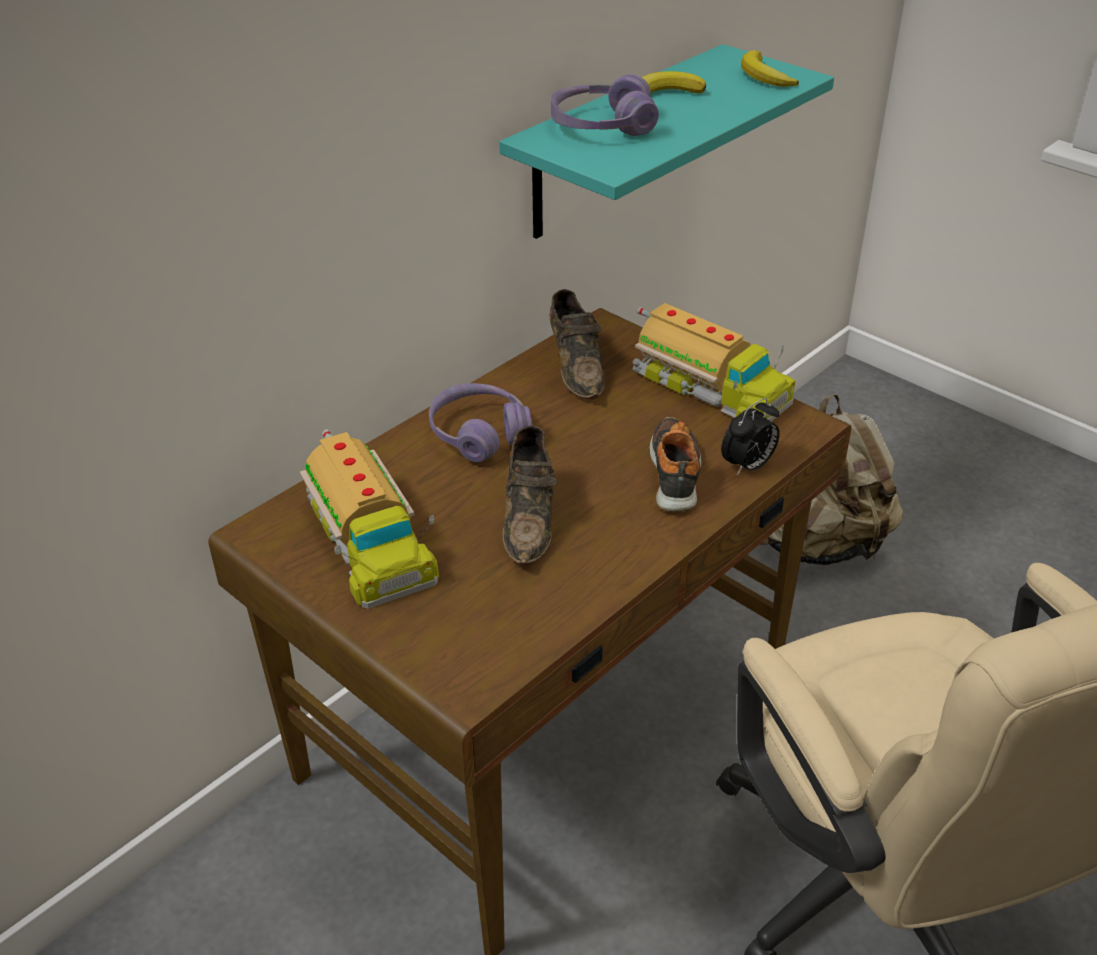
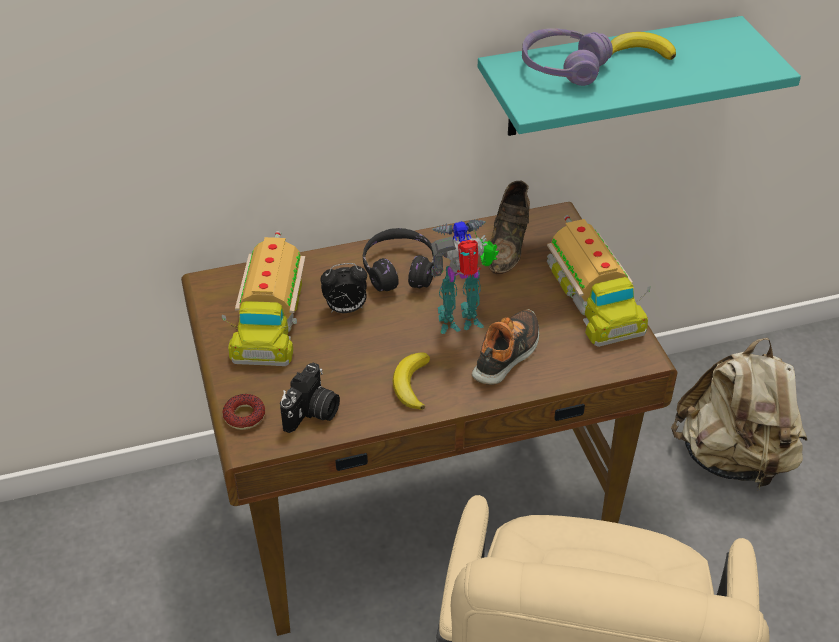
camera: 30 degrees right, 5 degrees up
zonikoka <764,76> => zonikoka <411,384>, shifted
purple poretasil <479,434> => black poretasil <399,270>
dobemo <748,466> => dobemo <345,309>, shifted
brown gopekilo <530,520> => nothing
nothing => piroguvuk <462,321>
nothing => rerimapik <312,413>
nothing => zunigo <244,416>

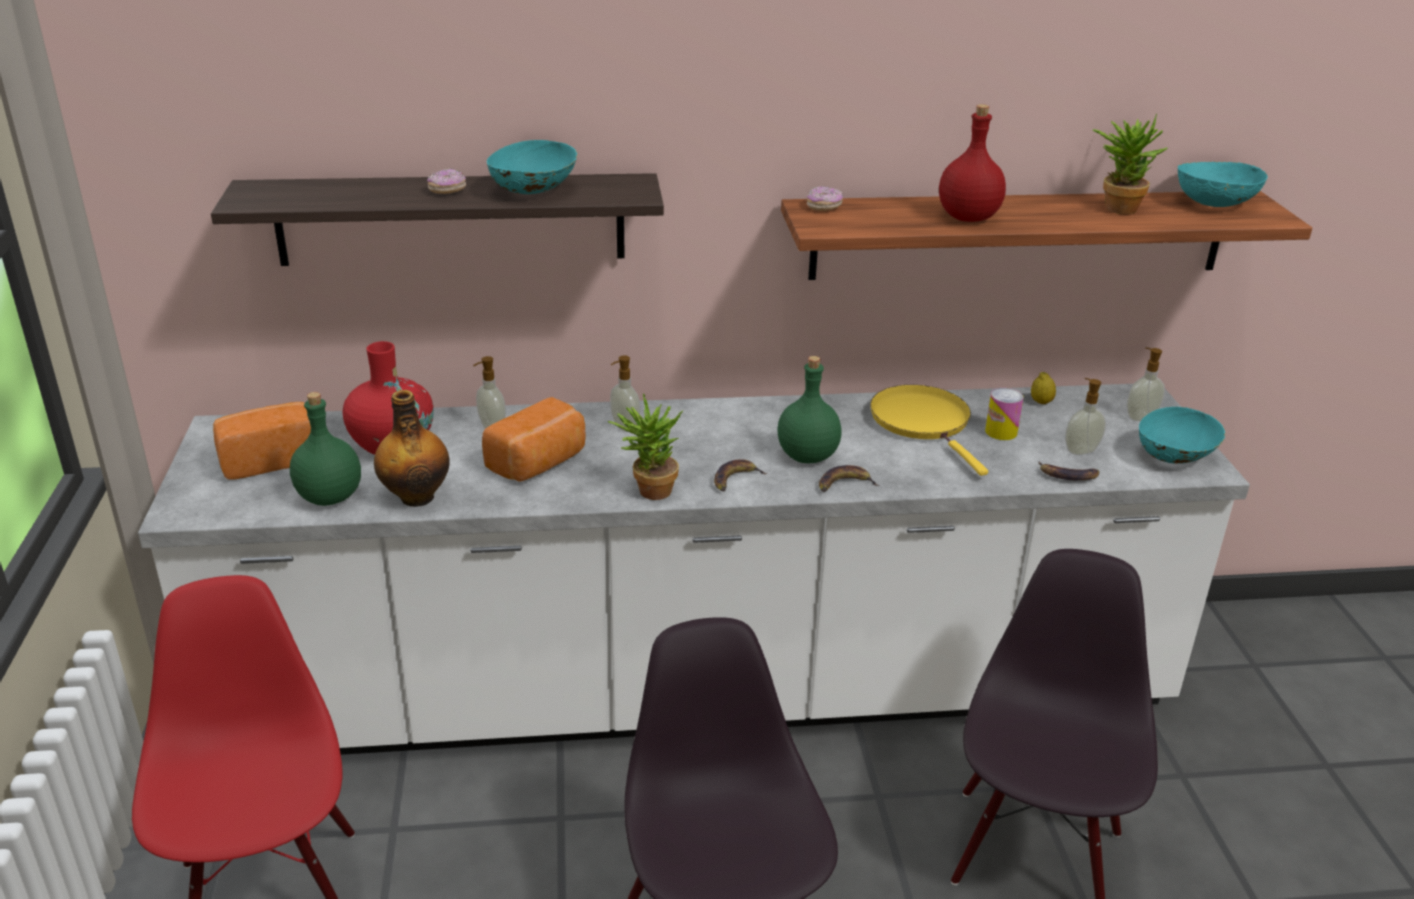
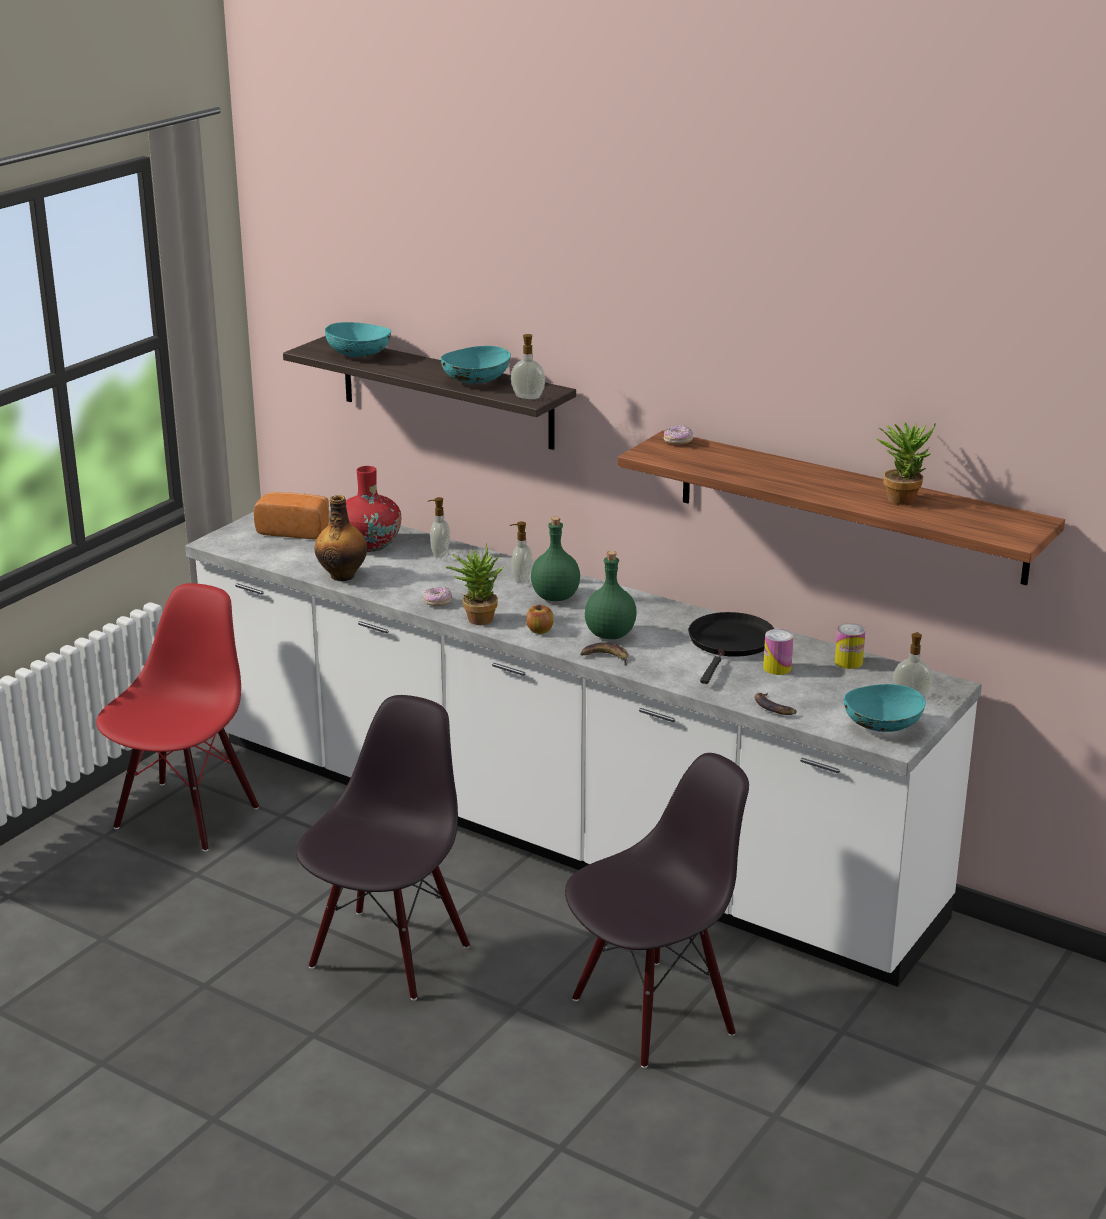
camera: 40 degrees right, 5 degrees down
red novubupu <968,217> => nothing
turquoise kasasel <1214,203> => turquoise kasasel <359,355>, shifted
zunigo <447,191> => zunigo <437,603>, shifted
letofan <1041,402> => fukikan <848,662>
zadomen <1080,450> => zadomen <528,397>, shifted
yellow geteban <923,422> => black geteban <730,644>
green novubupu <330,498> => green novubupu <555,597>, shifted
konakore <540,463> => nothing
zonikoka <735,479> => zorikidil <540,630>

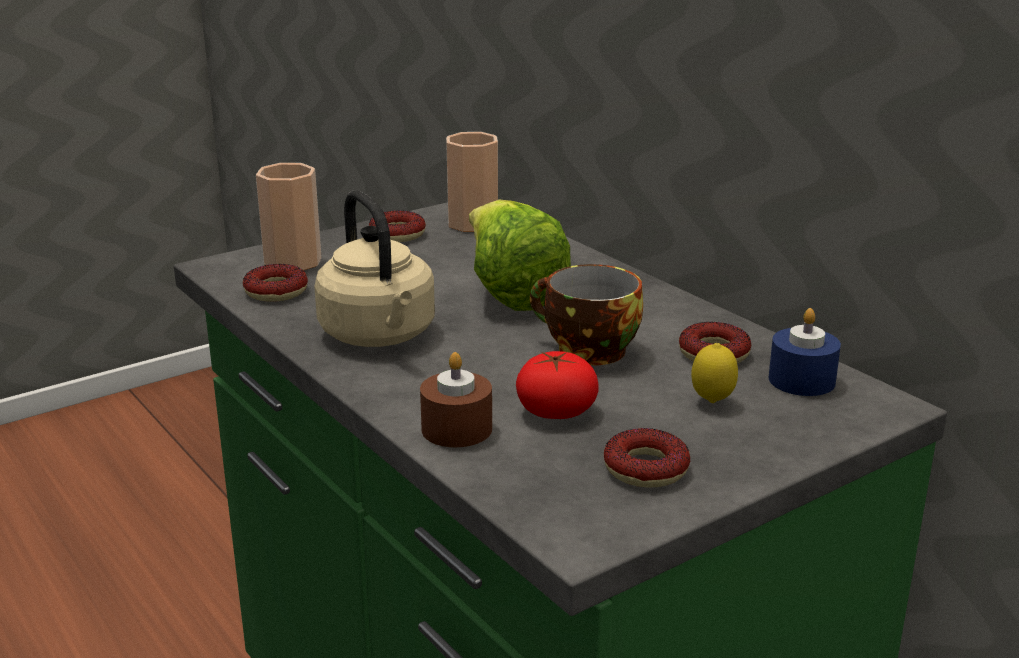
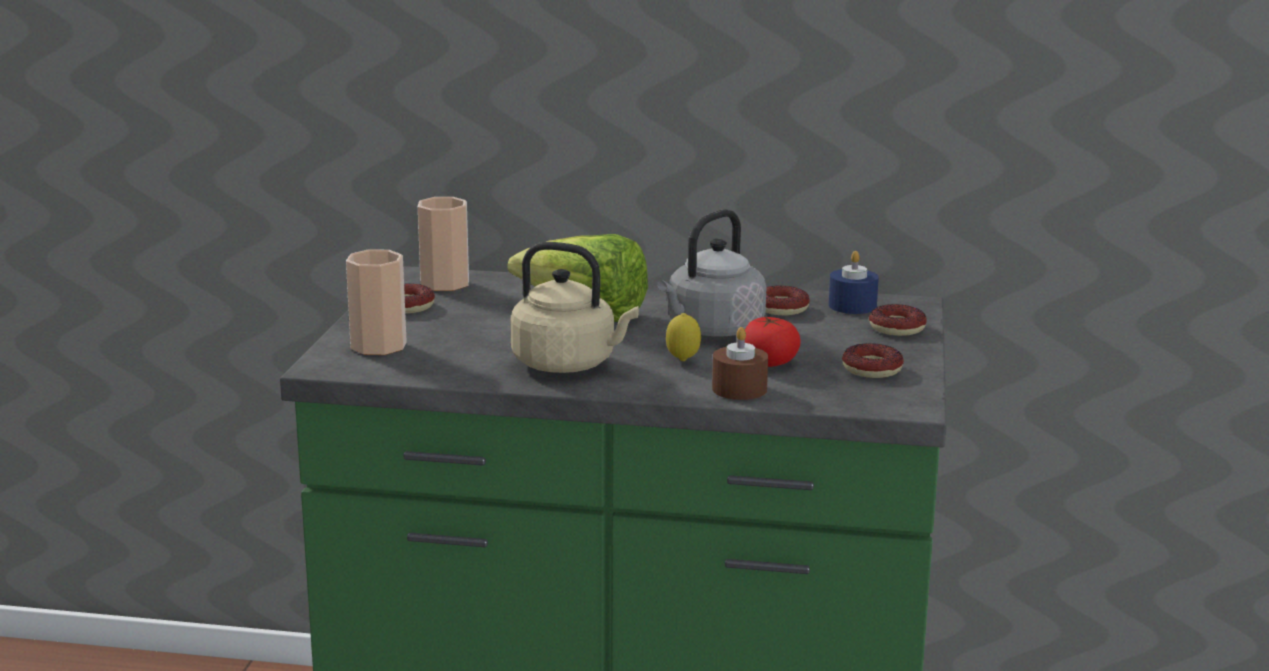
camera: 45 degrees left, 5 degrees down
zunigo <276,291> => zunigo <897,328>, shifted
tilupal <585,351> => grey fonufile <711,330>
letofan <712,402> => letofan <683,361>, shifted

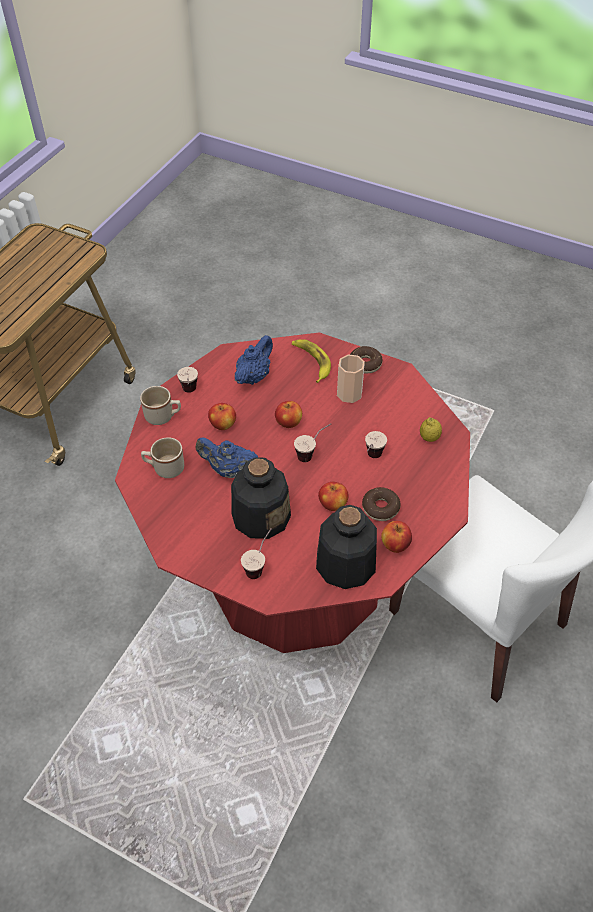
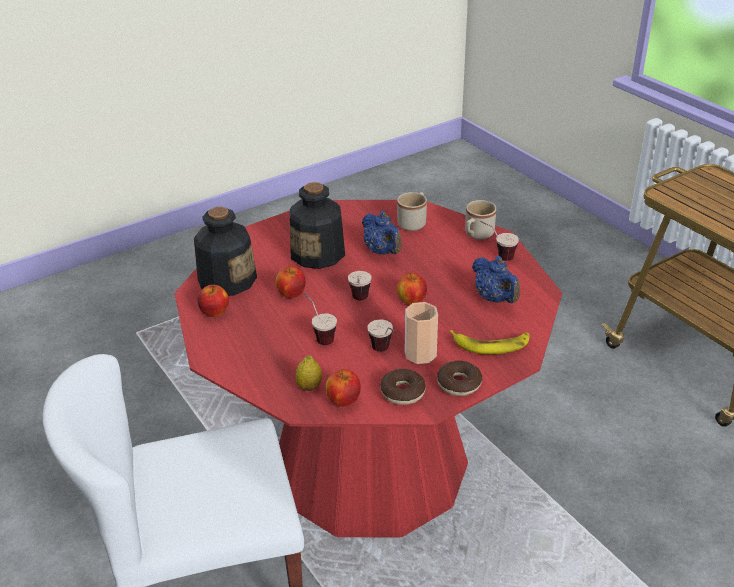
camera: 120 degrees right, 15 degrees down
zorikidil <223,425> => zorikidil <343,400>, shifted
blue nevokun <228,470> => blue nevokun <383,251>, 105 degrees clockwise
zunigo <380,508> => zunigo <402,392>, shifted
tilupal <259,565> => tilupal <385,352>, shifted

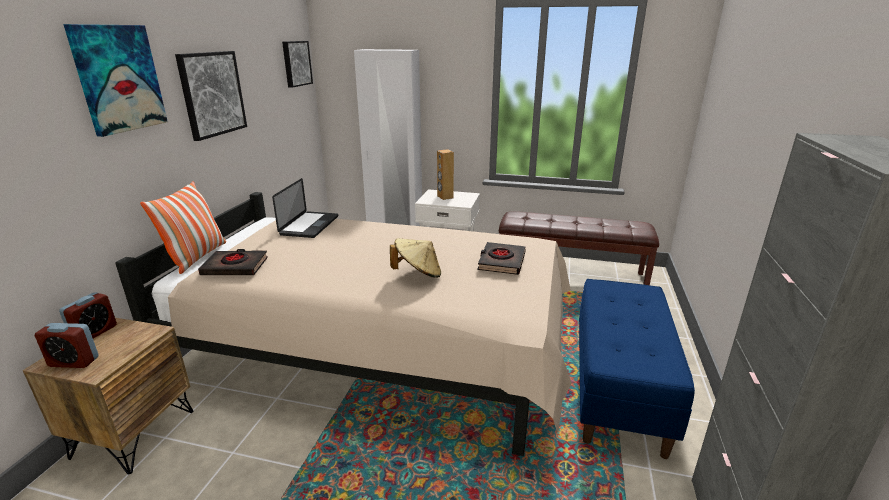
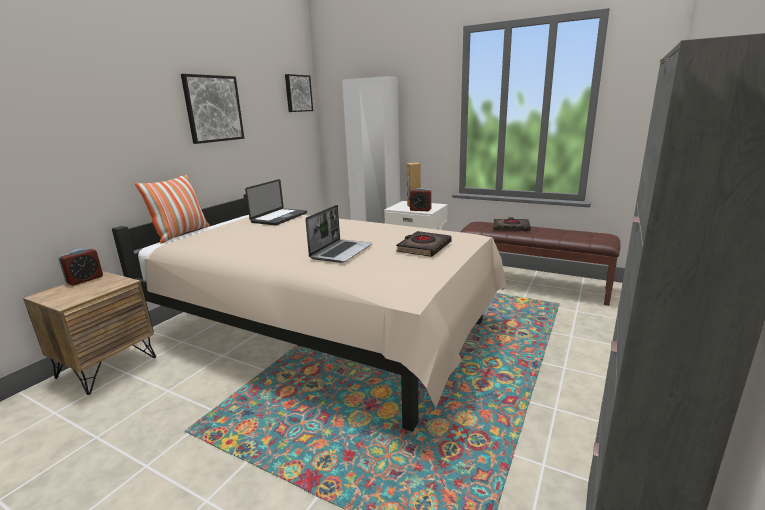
camera: 15 degrees right, 5 degrees down
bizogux <118,78> => nothing
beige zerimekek <418,274> => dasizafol <341,252>
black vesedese <235,267> => black vesedese <511,228>, shifted
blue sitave <617,388> => nothing
dobemo <74,362> => dobemo <420,210>, shifted

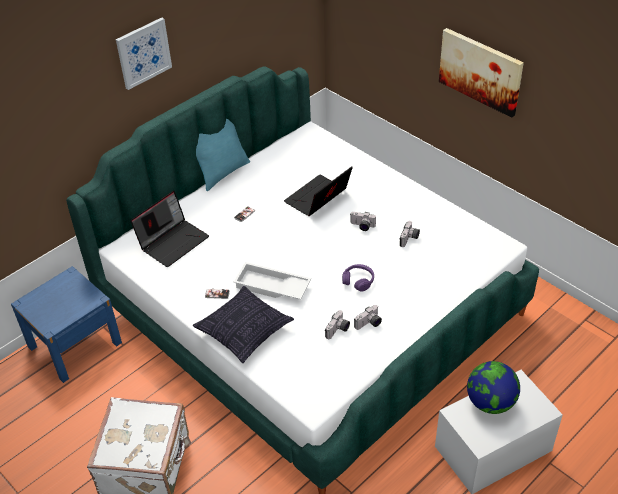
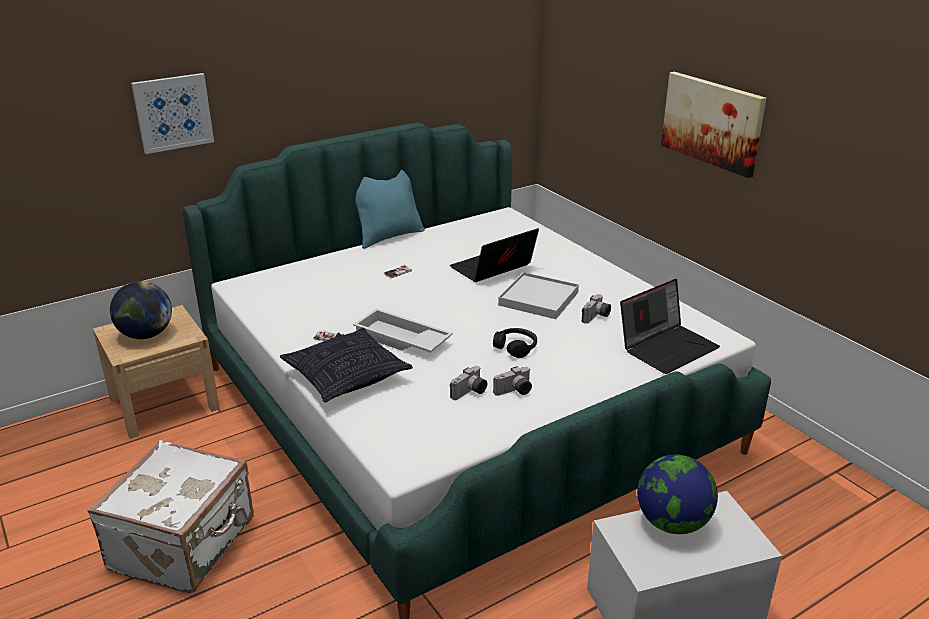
camera: 10 degrees right, 15 degrees down
bizogux <143,53> => bizogux <173,112>, shifted
dasizafol <173,241> => dasizafol <667,347>, shifted
rerimapik <362,226> => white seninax <539,299>
purple poretasil <358,281> => black poretasil <515,348>
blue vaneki <75,345> => beige vaneki <164,403>
nothing => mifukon <146,335>

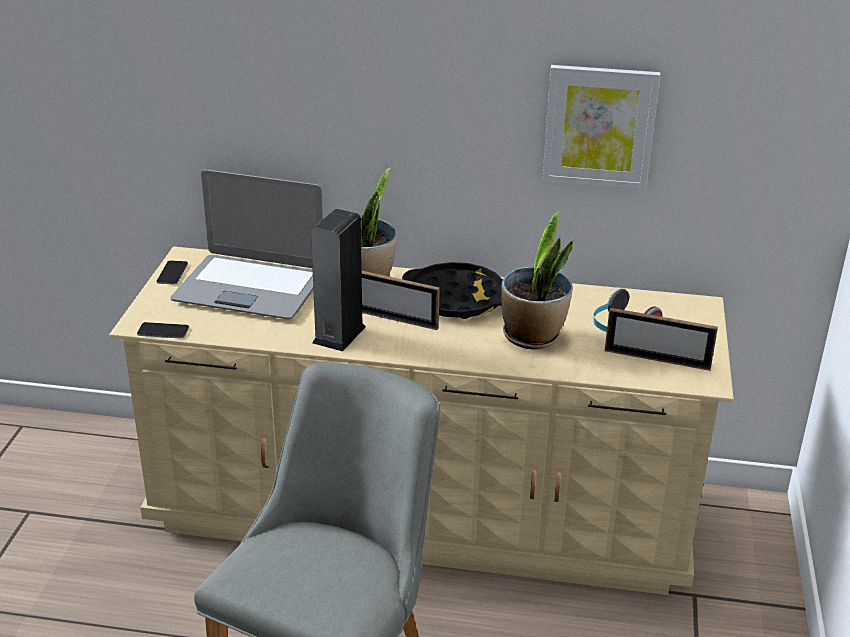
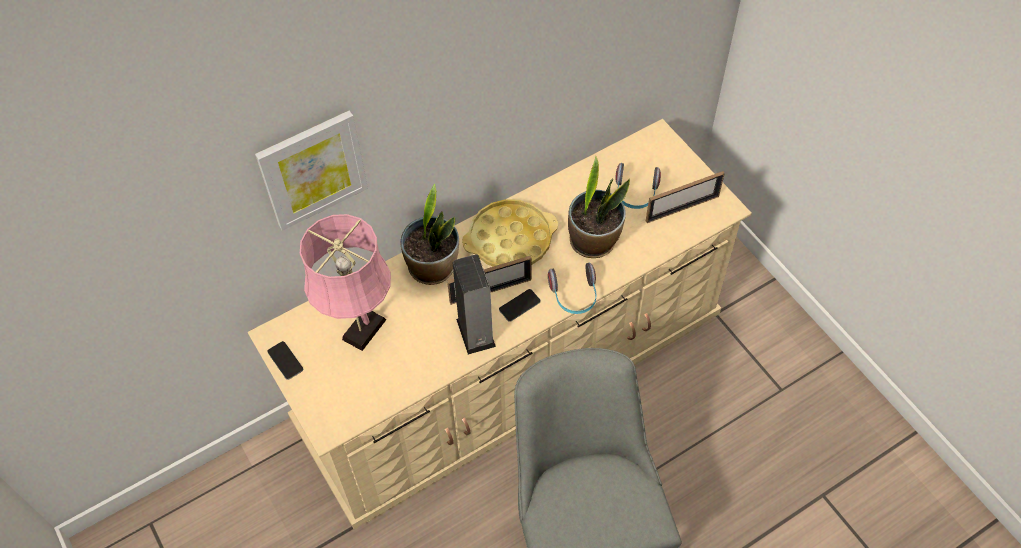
camera: 40 degrees left, 25 degrees up
bizogux <599,126> => bizogux <312,169>, shifted
dasizafol <250,288> => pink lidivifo <361,333>
black seninax <456,299> => yellow seninax <510,239>
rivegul <163,331> => rivegul <519,305>, shifted
nothing => poretasil <574,296>

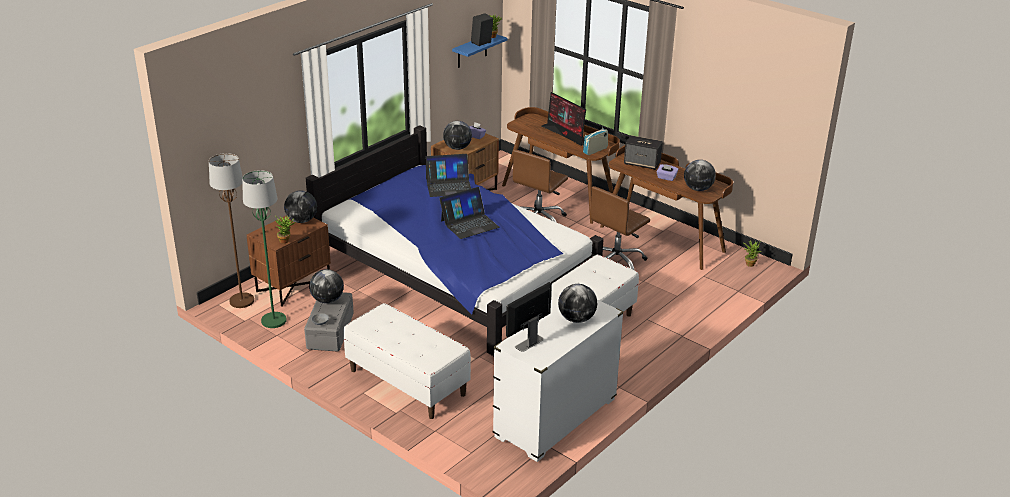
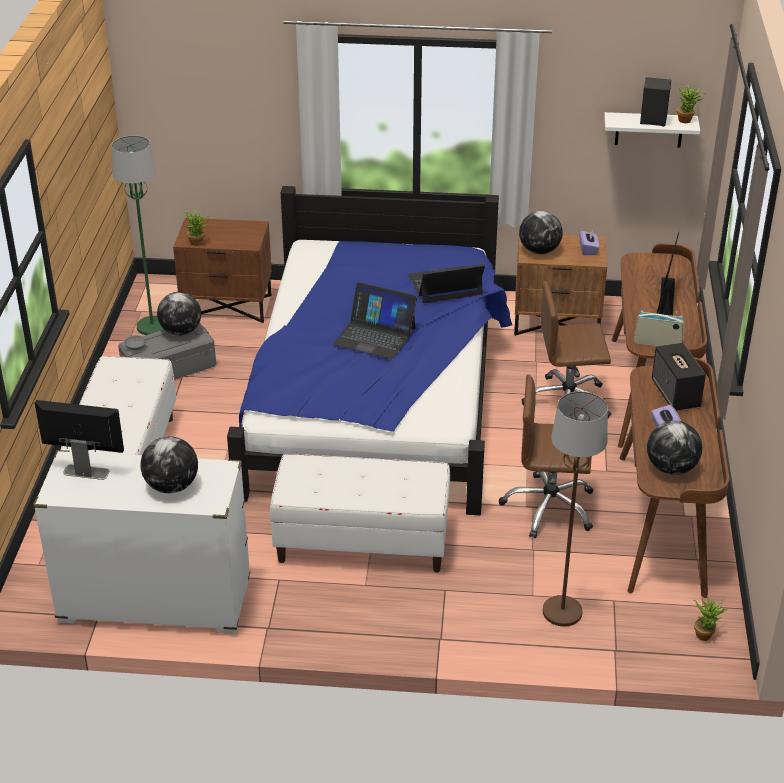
camera: 55 degrees right, 5 degrees up
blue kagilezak <472,51> => white kagilezak <649,129>
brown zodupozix <242,301> => brown zodupozix <562,612>, shifted
dasizafol <449,186> => dasizafol <445,285>, 120 degrees clockwise
mifukon <301,221> => nothing

